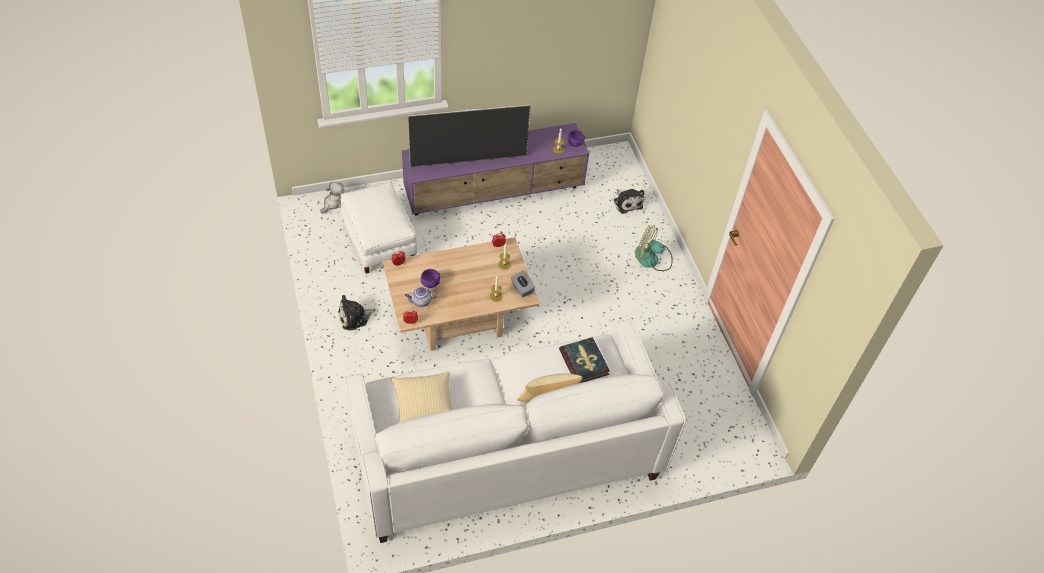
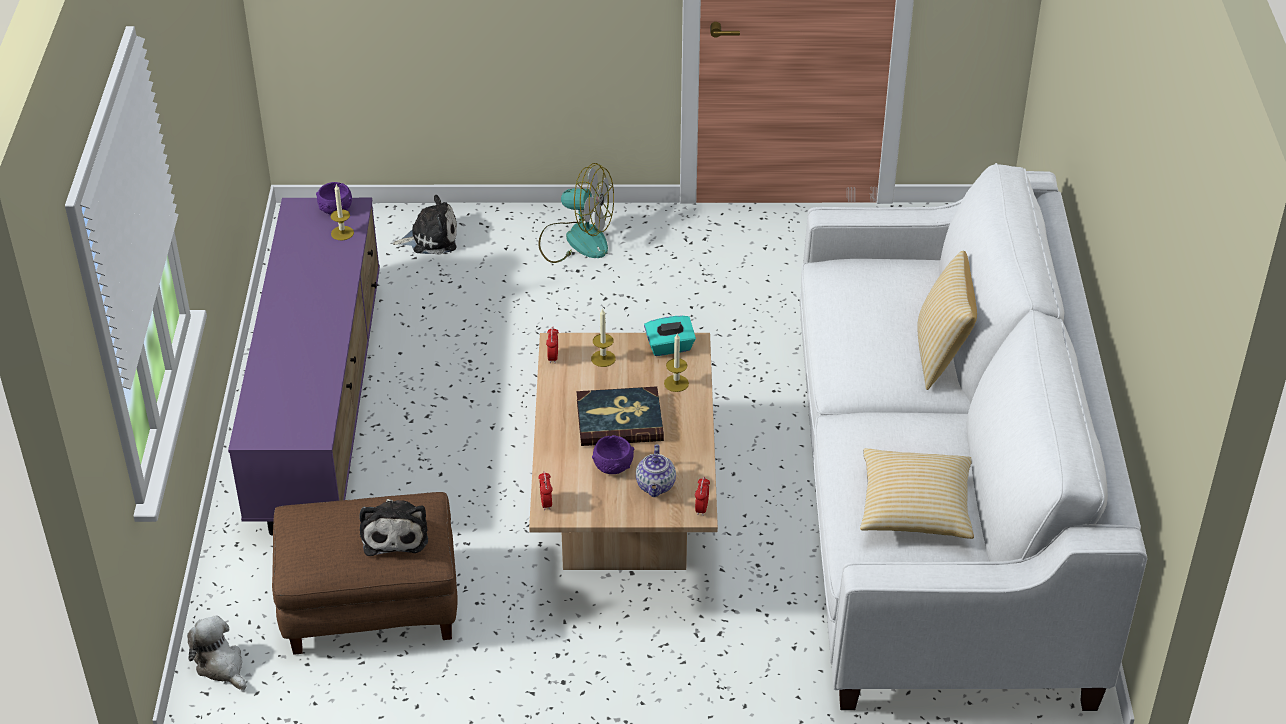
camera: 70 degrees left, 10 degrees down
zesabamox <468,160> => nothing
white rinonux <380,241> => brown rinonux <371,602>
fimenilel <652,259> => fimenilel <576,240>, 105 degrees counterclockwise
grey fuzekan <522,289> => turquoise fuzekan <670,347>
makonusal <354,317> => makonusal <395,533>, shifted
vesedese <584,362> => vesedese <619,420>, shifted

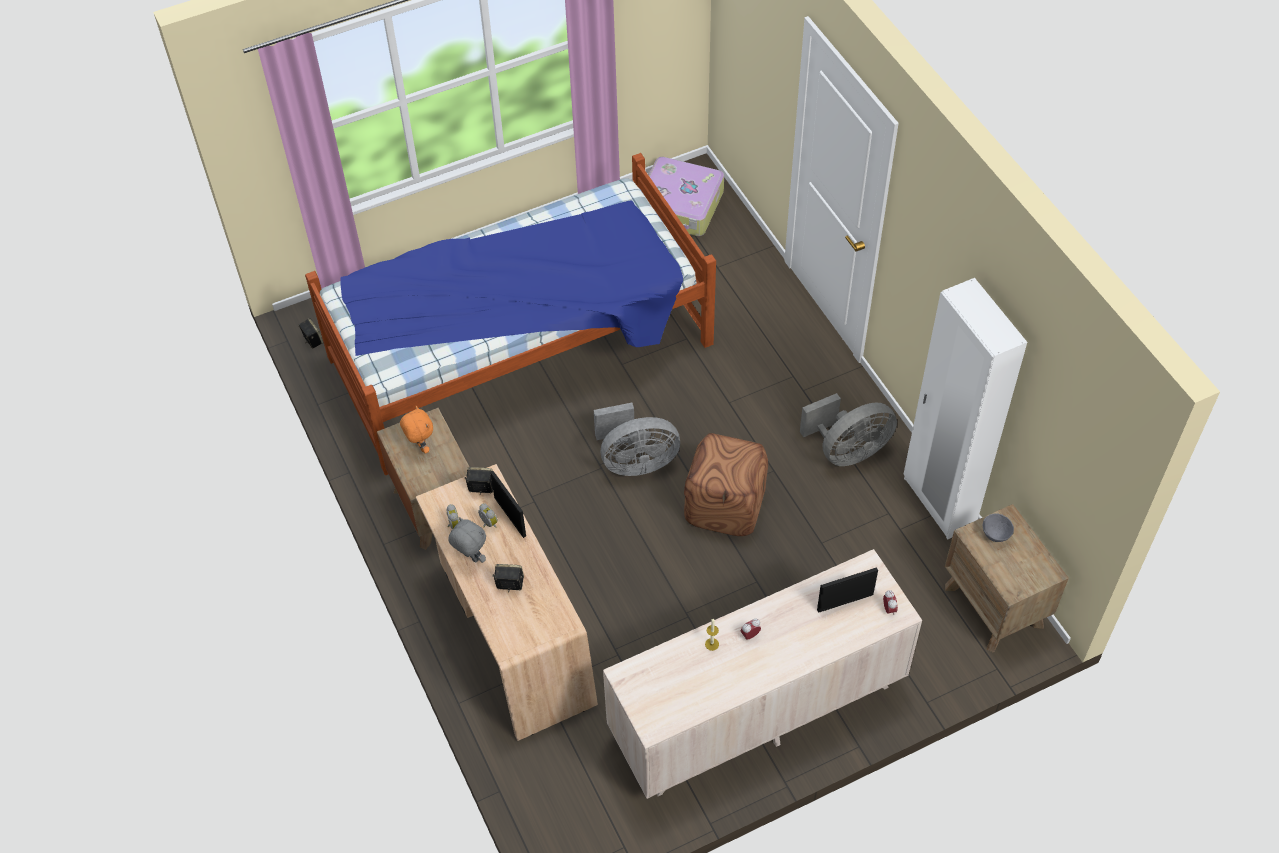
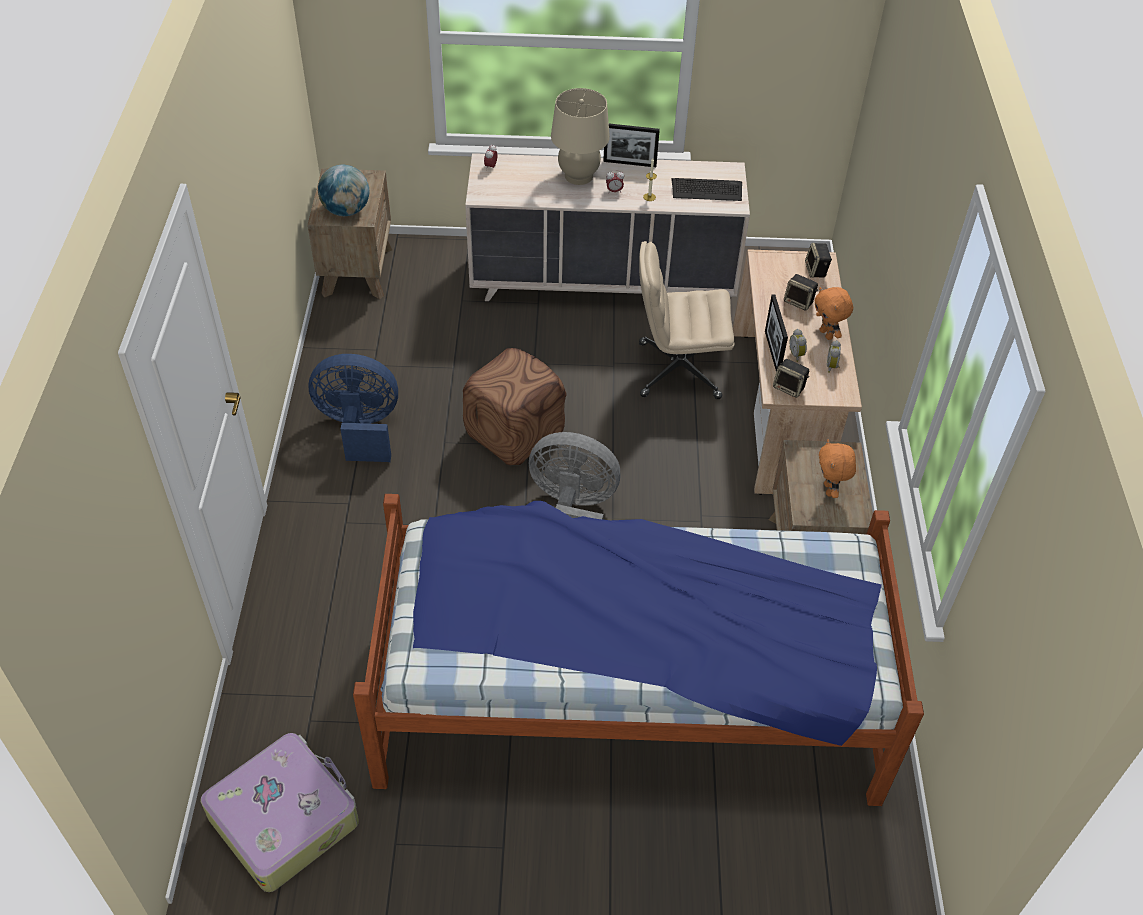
camera: 155 degrees left, 5 degrees down
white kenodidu <938,503> => nothing
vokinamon <312,340> => vokinamon <816,270>, shifted
grey fimenilel <848,451> => blue fimenilel <360,428>
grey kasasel <995,536> => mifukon <346,211>
grey makonusal <470,558> => orange makonusal <827,334>
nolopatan <845,602> => nolopatan <629,163>, shifted
nothing => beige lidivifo <578,176>
nothing => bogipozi <707,190>
nothing => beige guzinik <677,371>

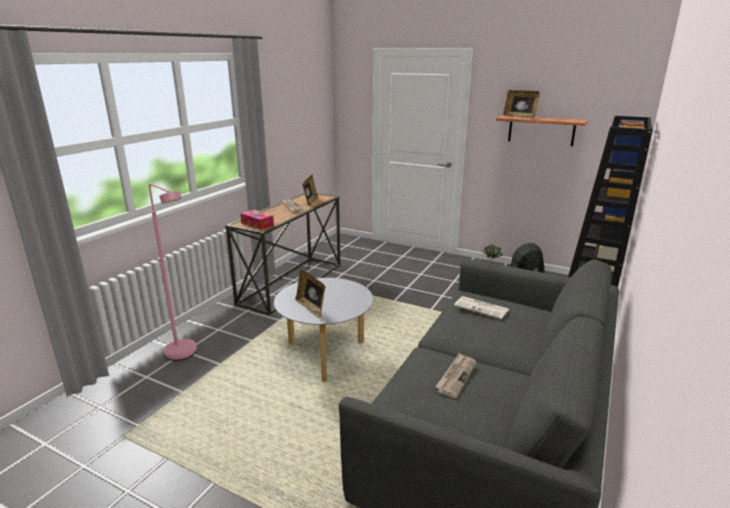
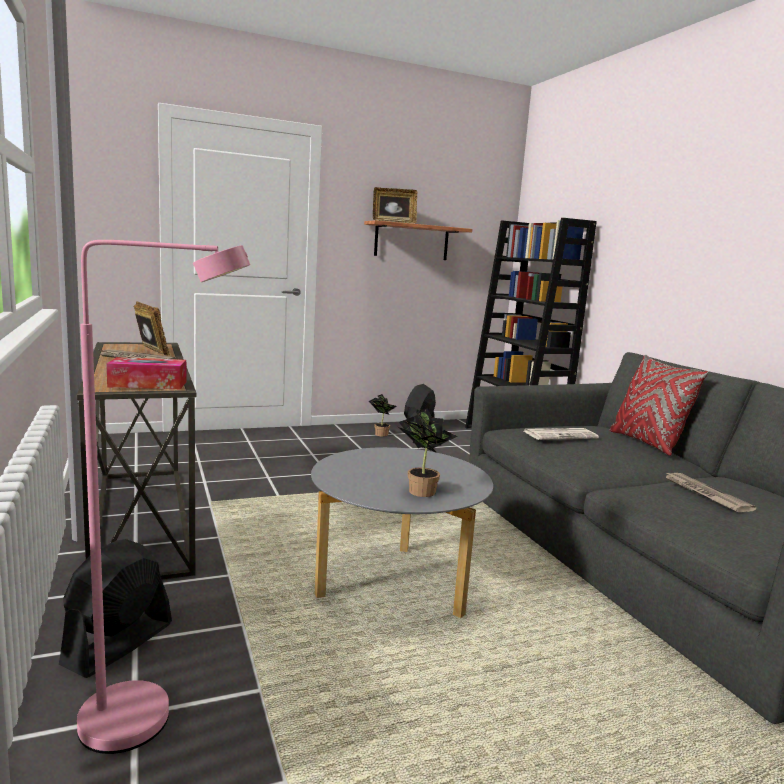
camera: 50 degrees left, 10 degrees down
nolopatan <311,308> => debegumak <421,490>
nothing => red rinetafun <647,443>
nothing => black fimenilel <118,644>

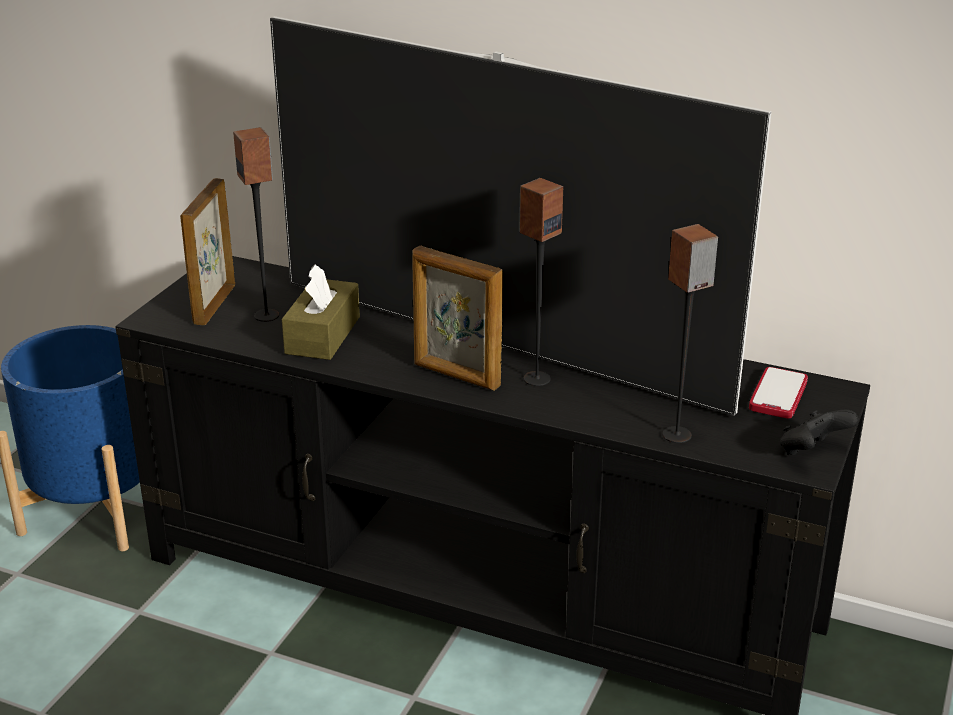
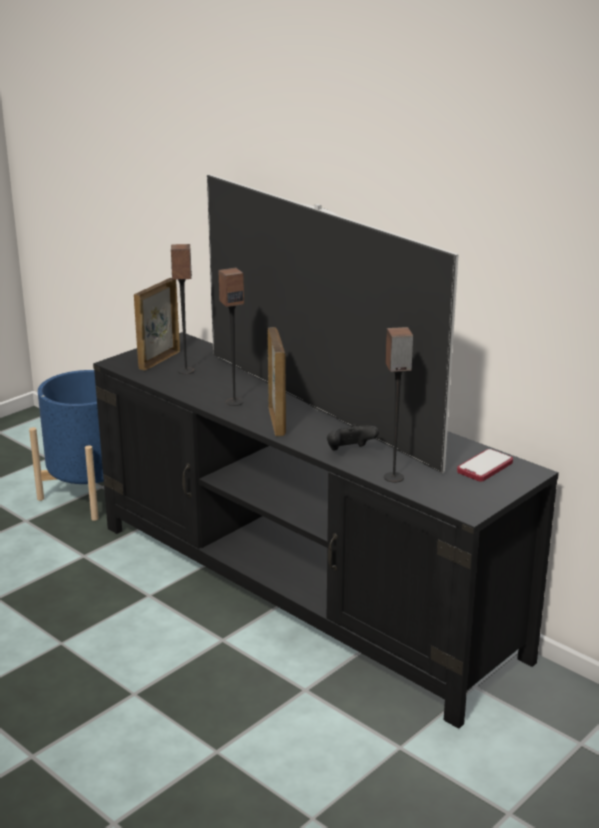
camera: 20 degrees right, 5 degrees down
vokinamon <536,378> => vokinamon <234,402>, shifted
nolopatan <456,376> => nolopatan <277,421>, 150 degrees counterclockwise
brown fuzekan <322,335> => nothing
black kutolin <812,452> => black kutolin <349,451>, shifted

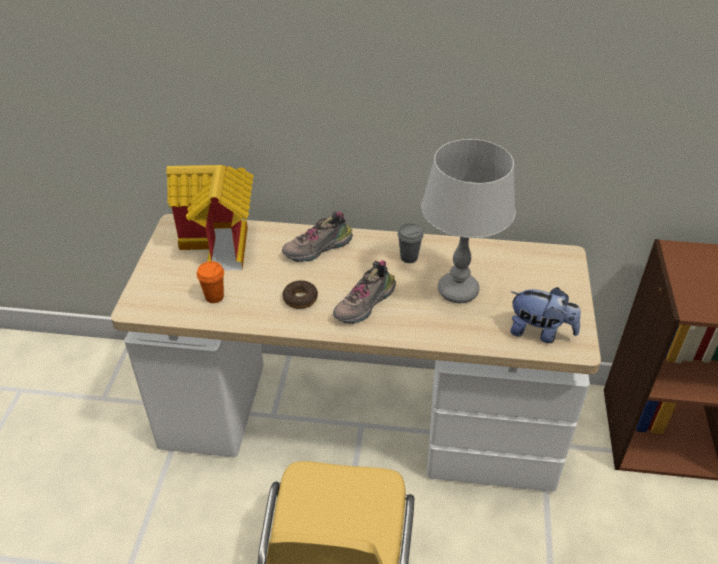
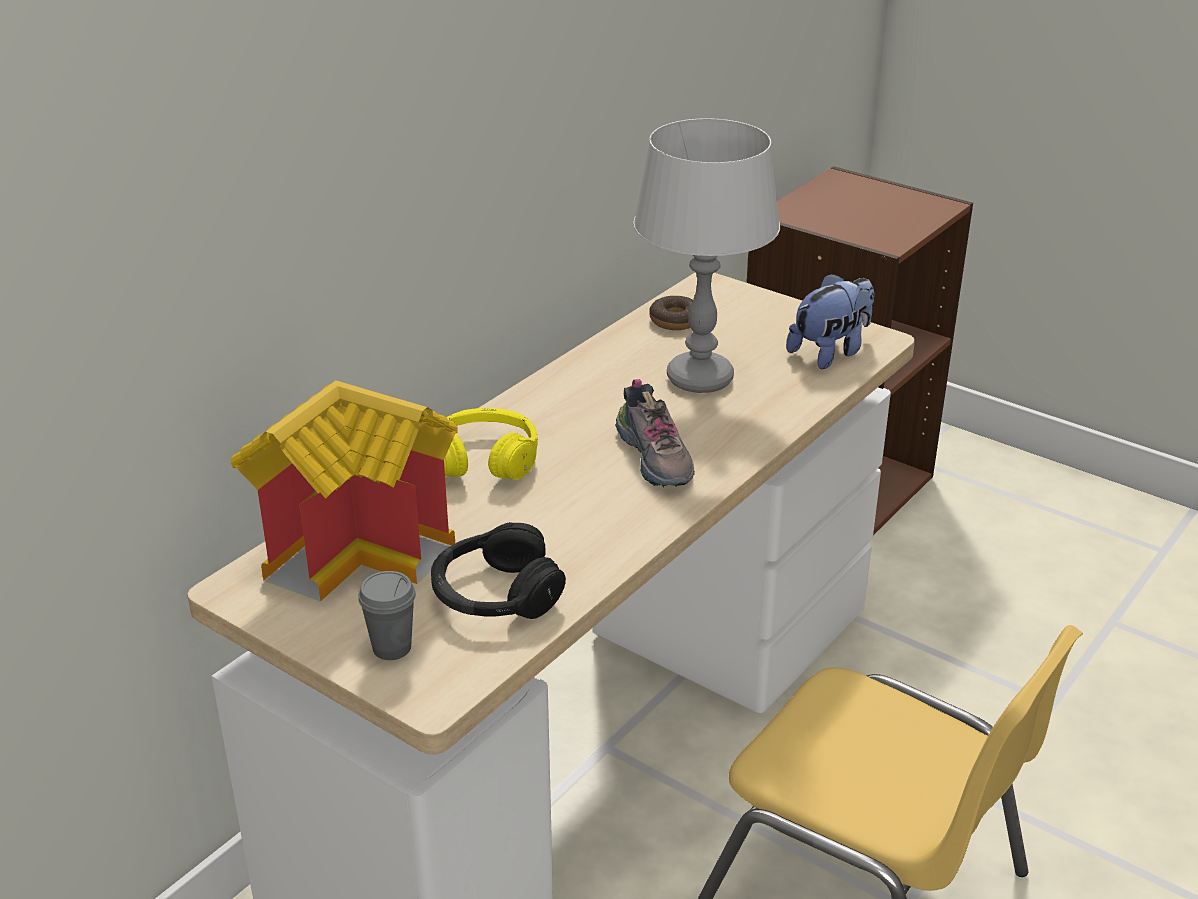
camera: 60 degrees left, 10 degrees down
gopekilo <318,249> => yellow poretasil <485,459>
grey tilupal <409,257> => grey tilupal <392,648>, shifted
orange tilupal <214,297> => black poretasil <495,595>
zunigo <300,299> => zunigo <675,321>, shifted

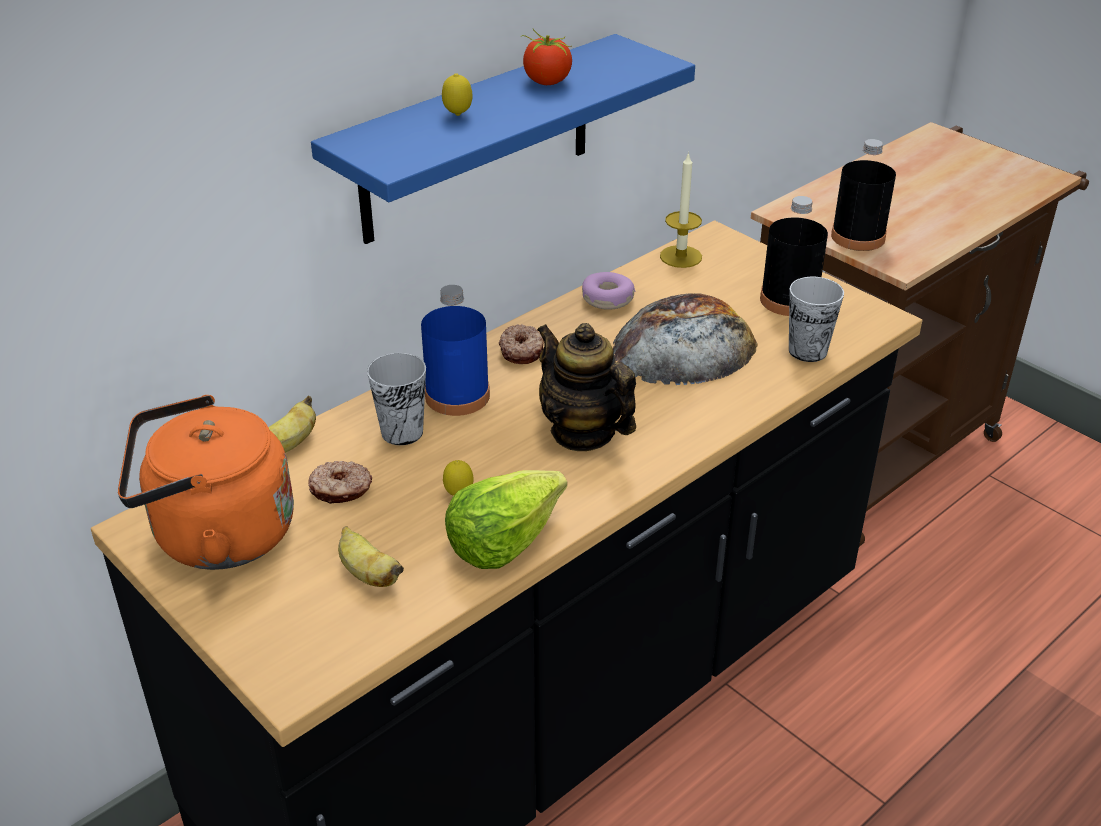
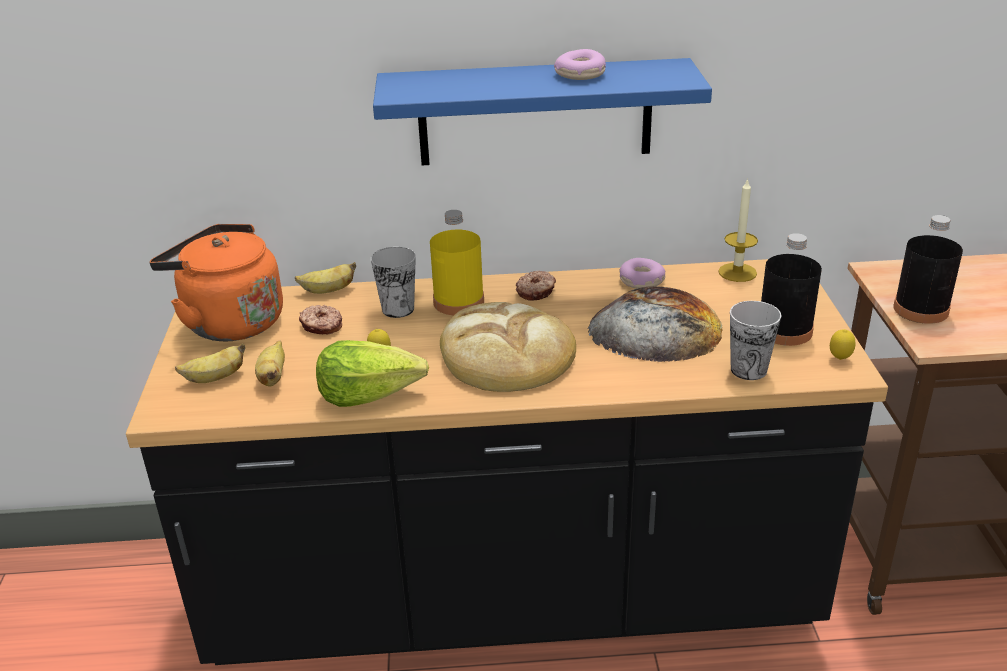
camera: 40 degrees right, 5 degrees down
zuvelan <547,81> => zunigo <581,74>
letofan <458,115> => letofan <840,359>, shifted
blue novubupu <457,396> => yellow novubupu <458,302>
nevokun <583,432> => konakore <506,355>
nothing => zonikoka <214,378>

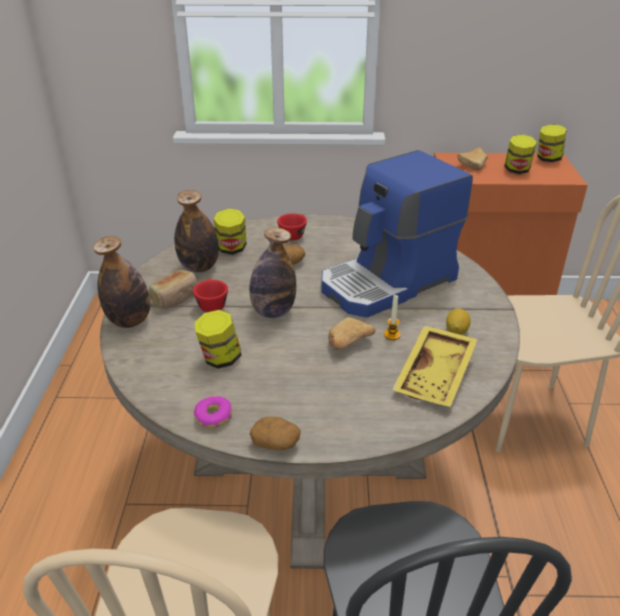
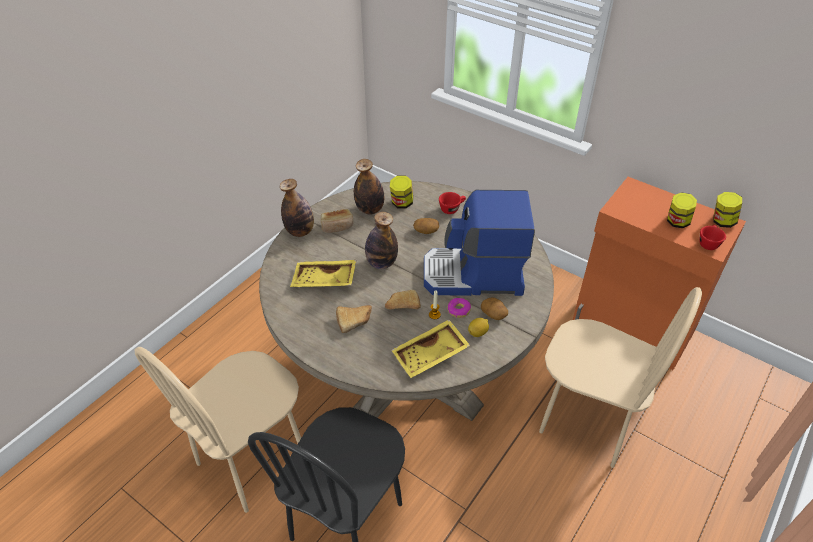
camera: 35 degrees right, 10 degrees up
konakore <474,163> => konakore <355,321>, shifted
red tilupal <211,304> => red tilupal <708,243>, shifted
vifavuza <220,359> => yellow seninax <324,281>
zunigo <213,417> => zunigo <458,310>, shifted
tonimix <276,443> => tonimix <494,314>, shifted

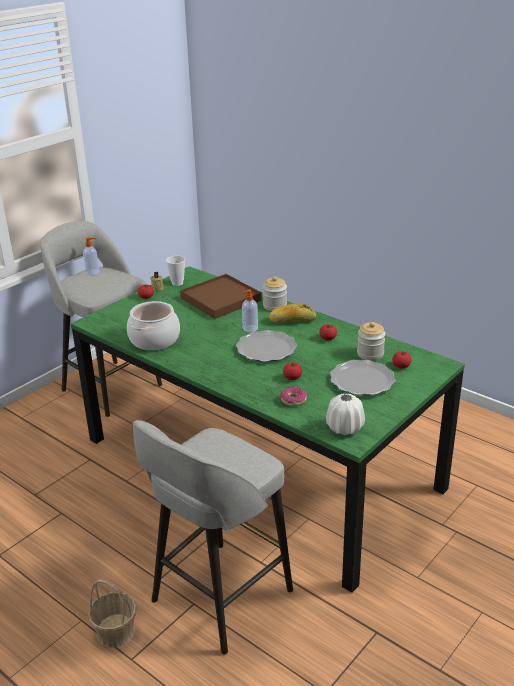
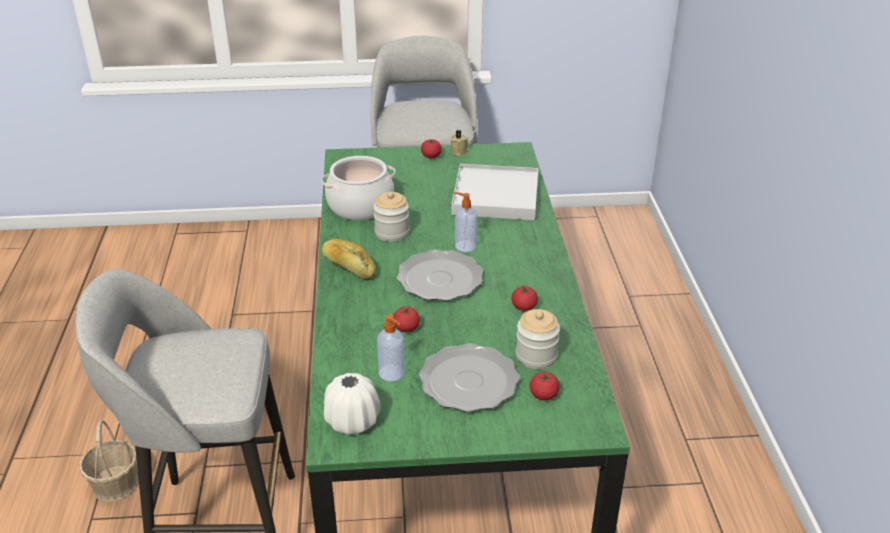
camera: 45 degrees right, 5 degrees up
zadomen <93,272> => zadomen <392,373>, shifted
tilupal <177,283> => nothing
brown seninax <221,299> => white seninax <496,196>
vifavuza <275,306> => vifavuza <392,232>, shifted
konakore <292,321> => konakore <348,267>, shifted
zunigo <293,400> => nothing

